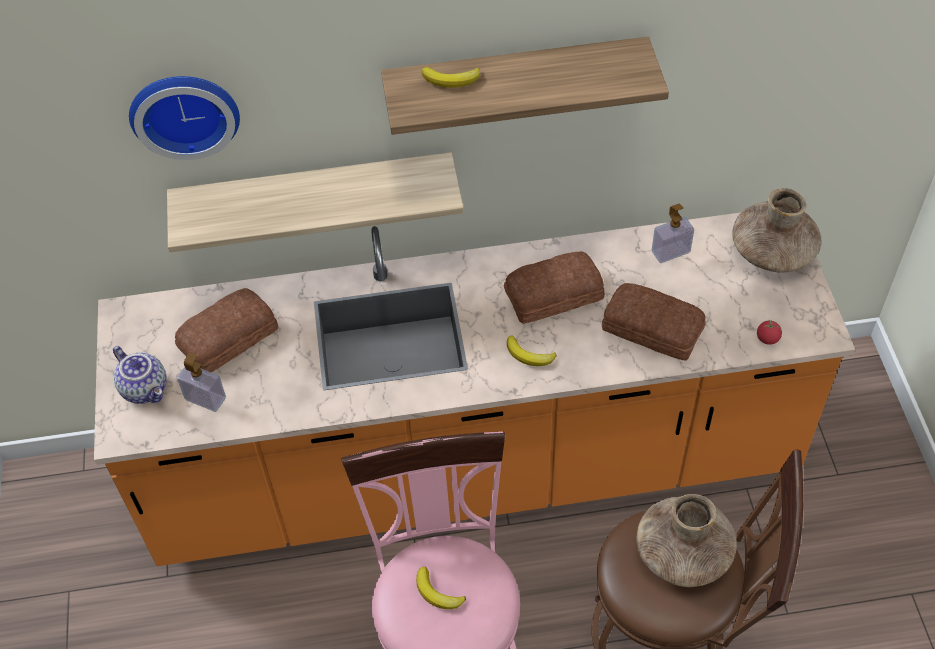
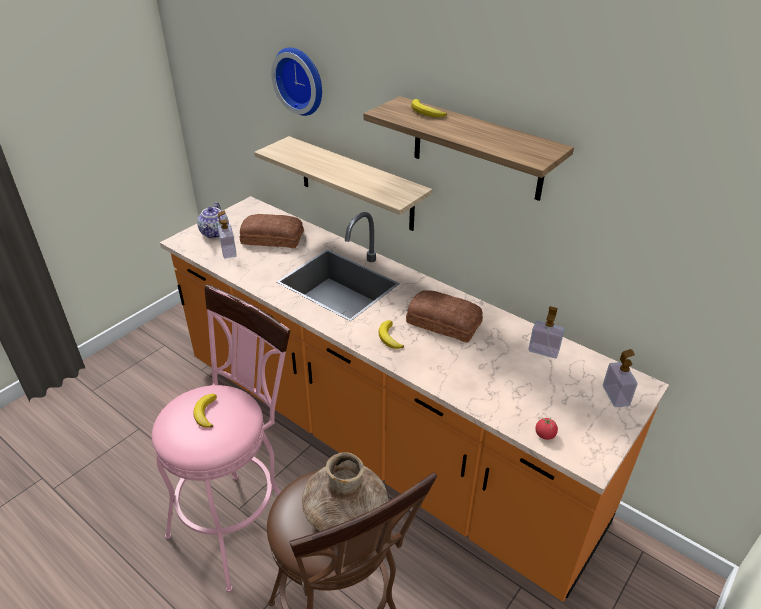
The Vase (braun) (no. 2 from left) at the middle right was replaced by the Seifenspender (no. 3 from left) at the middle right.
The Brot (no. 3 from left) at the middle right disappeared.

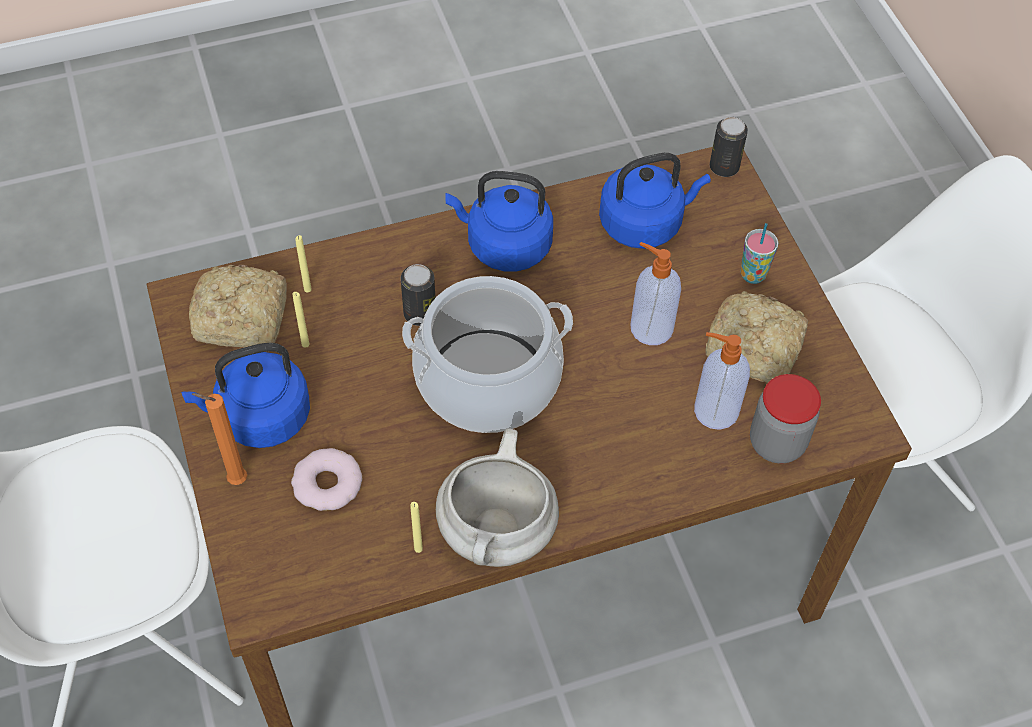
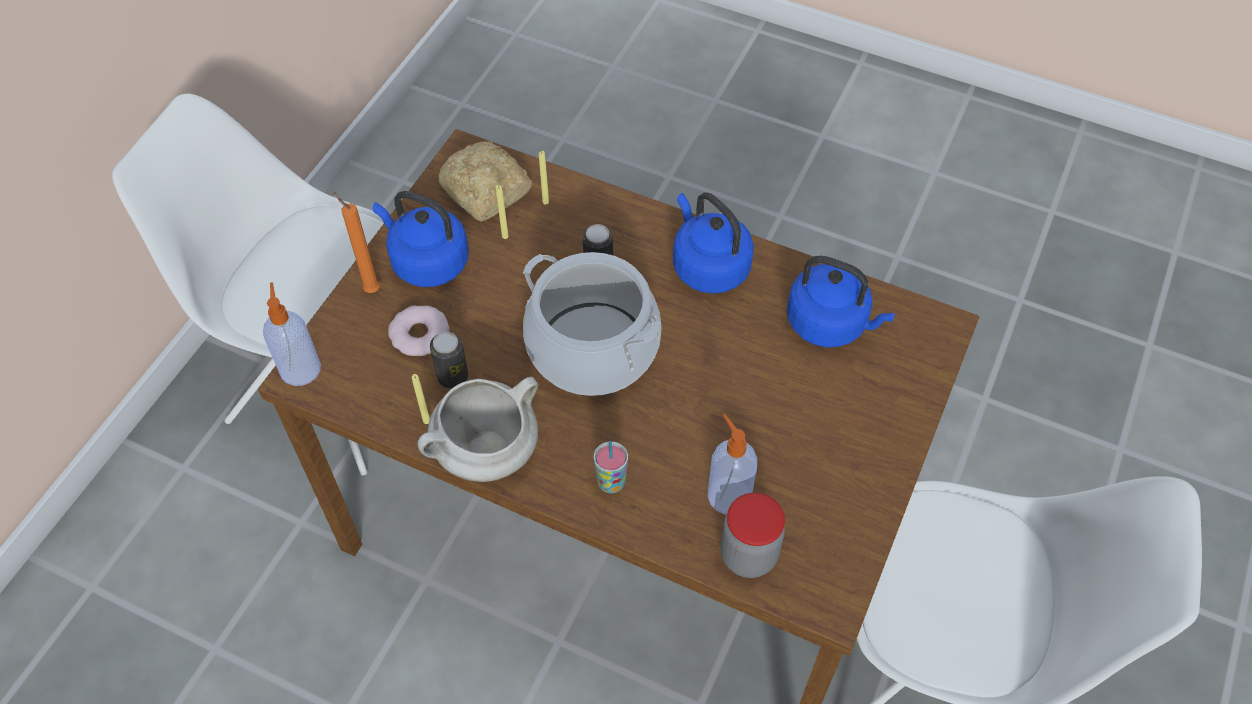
The Dose (no. 2 from left in the first image) moved from the top right to the centre.
The Tasse moved from the middle right to the centre.
The Seifenspender (no. 1 from left) moved from the centre to the middle left.
The Brot (no. 2 from left) at the middle right disappeared.

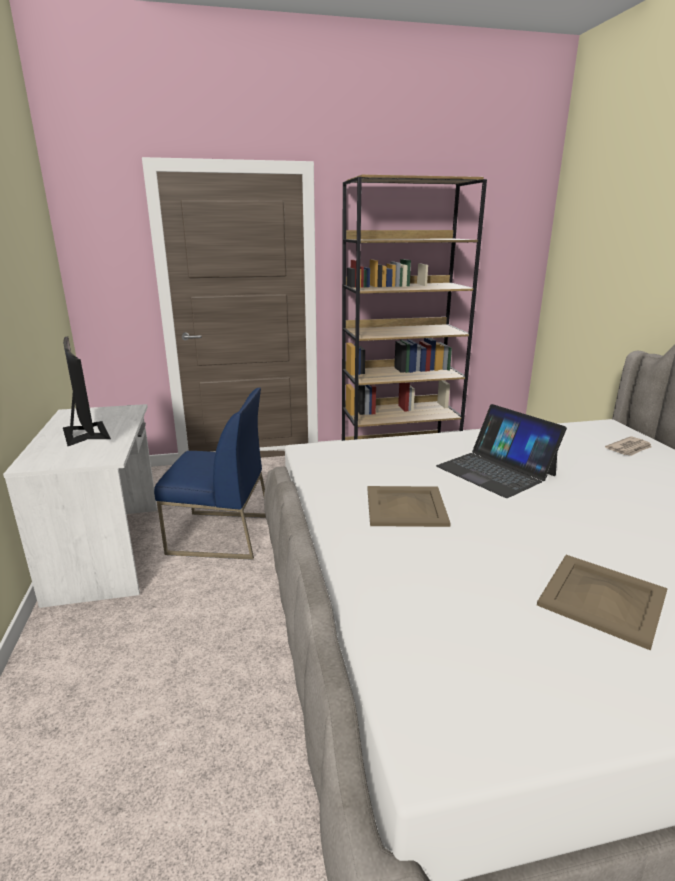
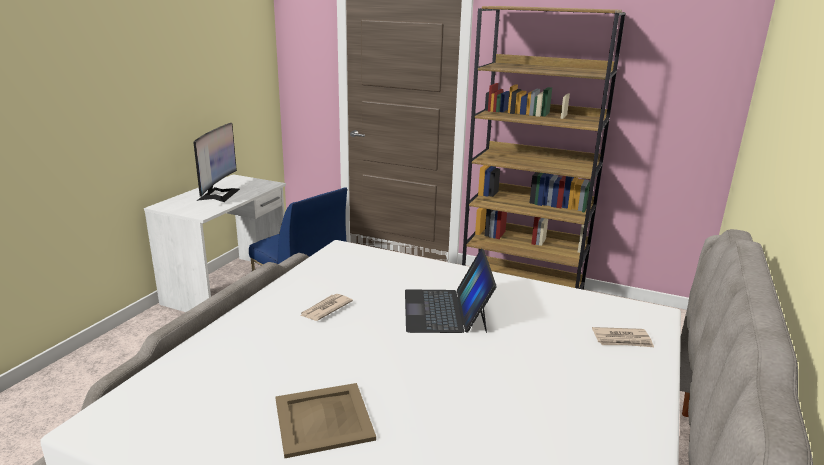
The Tablett (beige) (no. 1 from left) at the centre was replaced by the Zeitung (no. 1 from left) at the centre.

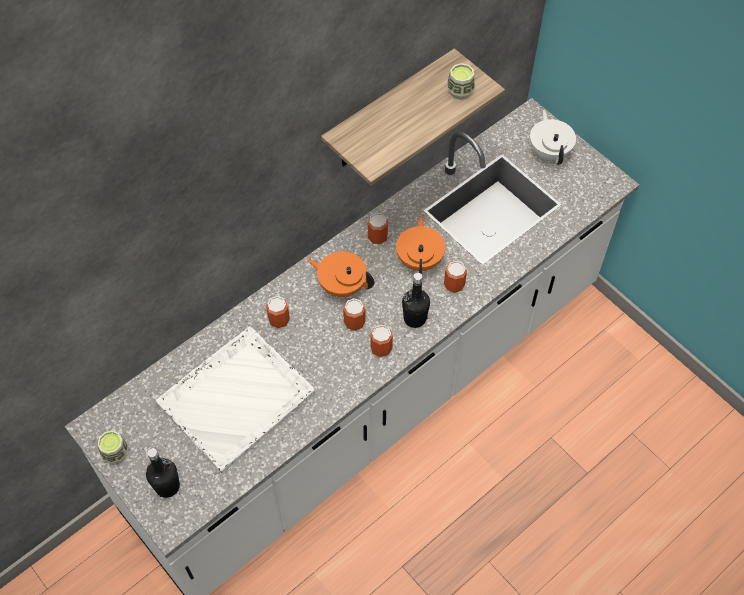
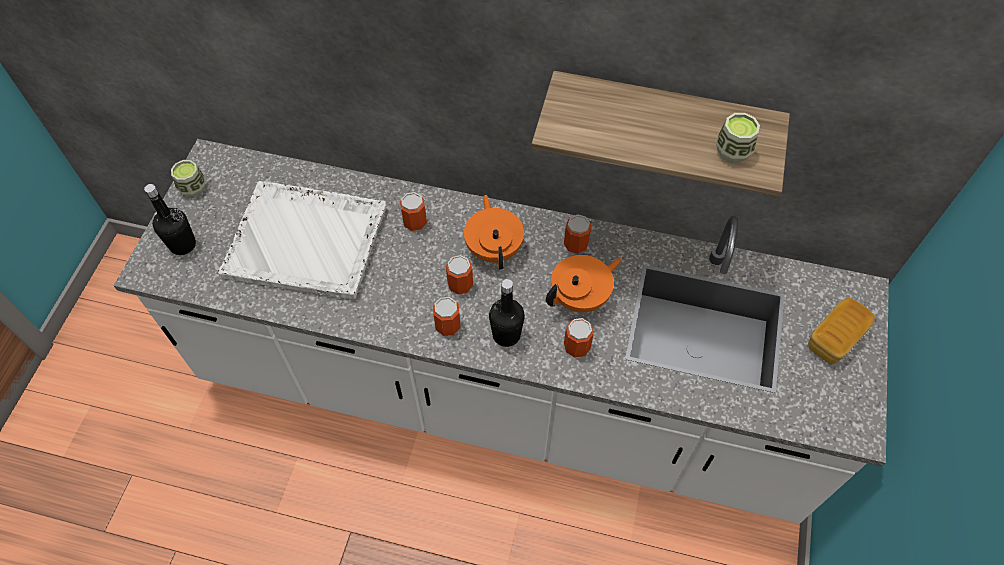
The Teekanne (weiß) at the top right was replaced by the Brot at the middle right.

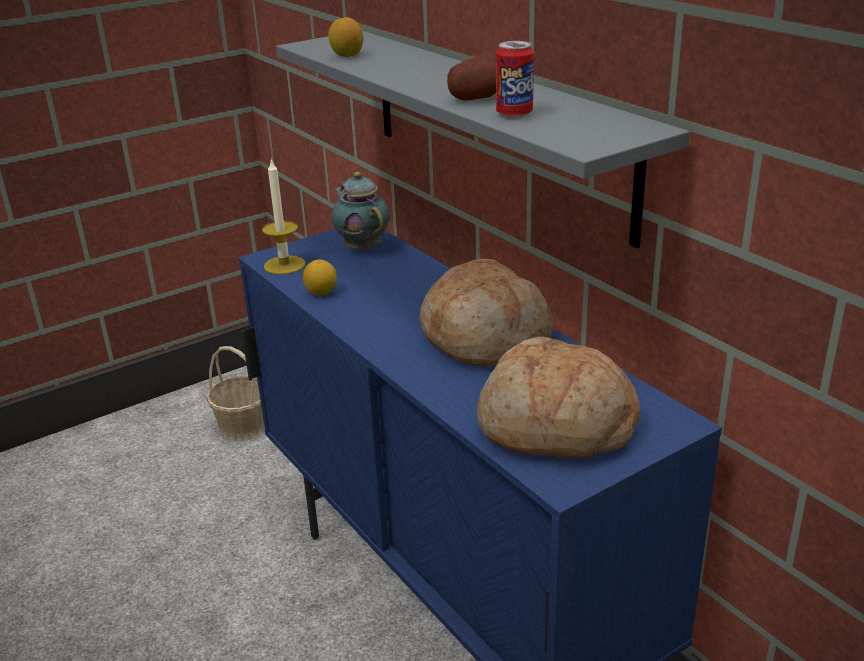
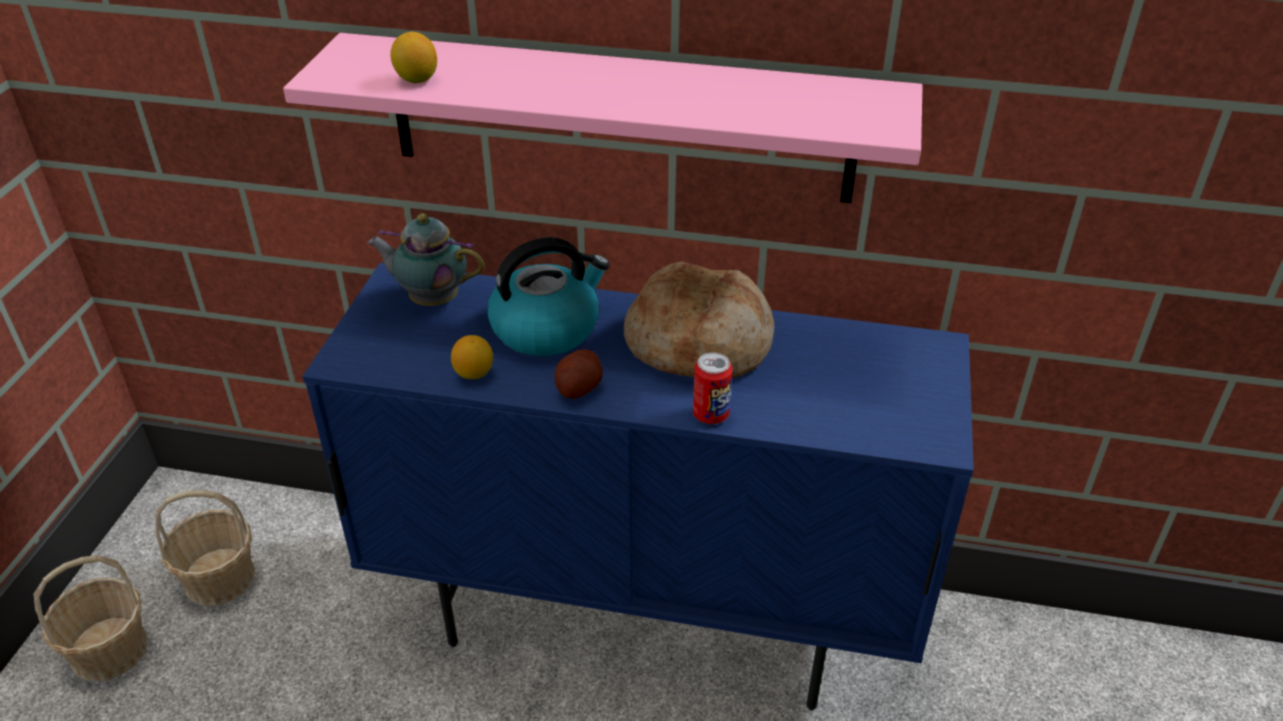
The Wandregal (grau) at the top centre became the Wandregal (rosa) at the top centre.
The Dose moved from the top centre to the centre.
The Kartoffel moved from the top centre to the centre.
The Kerze at the top left disappeared.
The Brot (no. 2 from left) at the centre disappeared.
The Wasserkessel at the centre appeared.
The Korb (no. 1 from left) at the bottom left appeared.

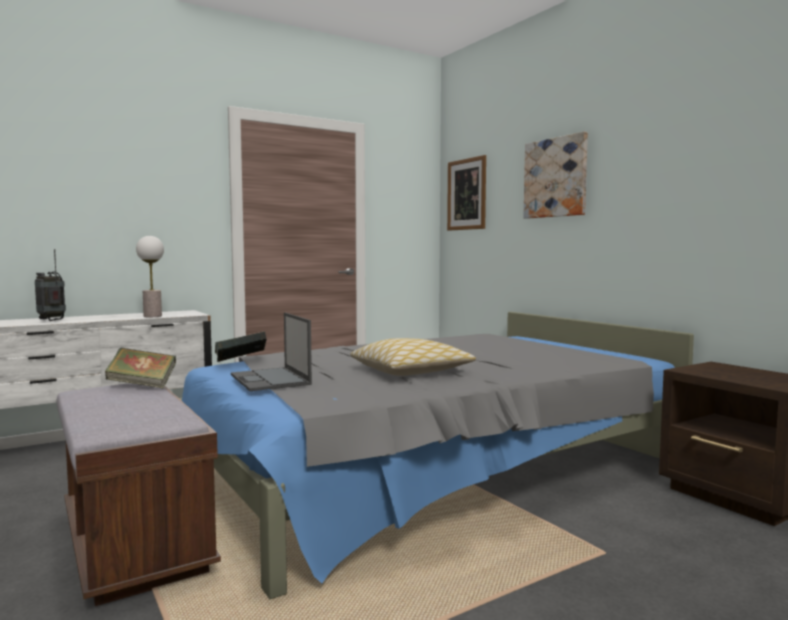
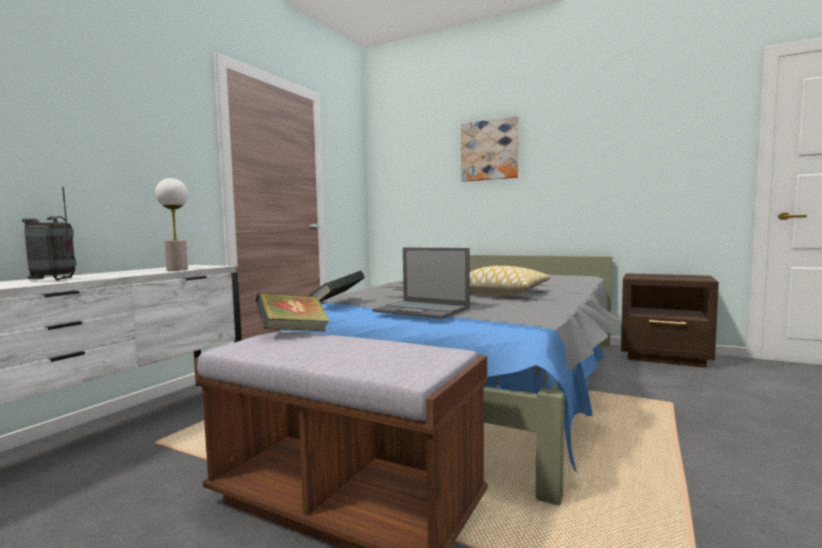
The Bild (no. 1 from left) at the top centre disappeared.

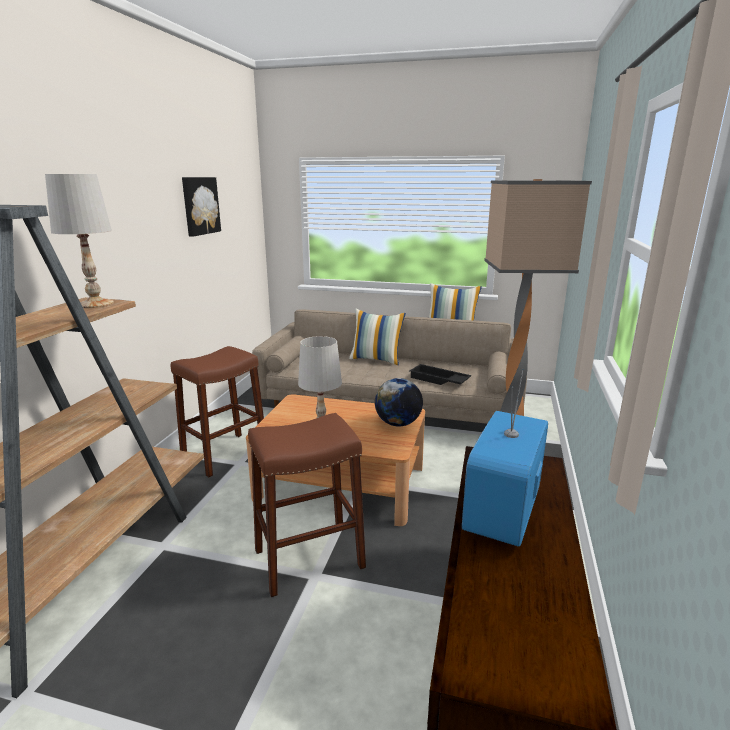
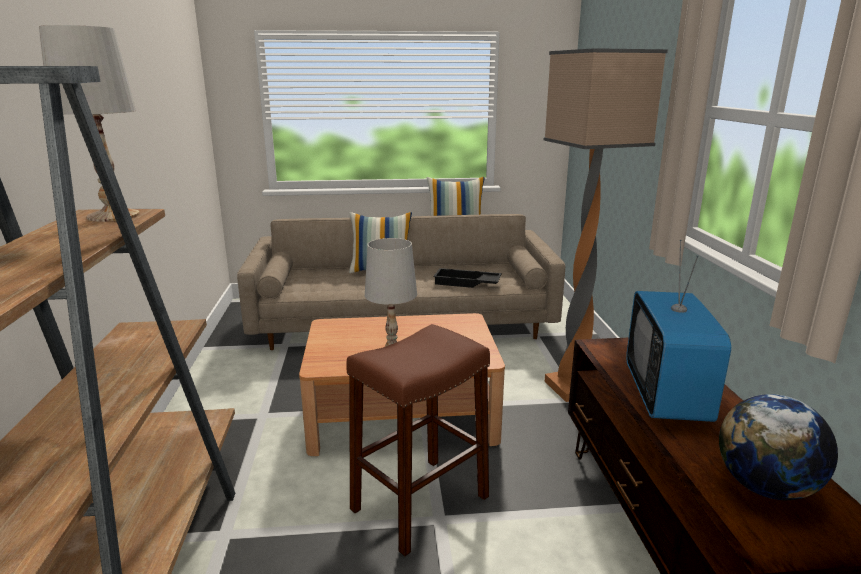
The Bild at the top left disappeared.
The Hocker (braun) (no. 1 from left) at the middle left disappeared.
The Globus moved from the centre to the bottom right.

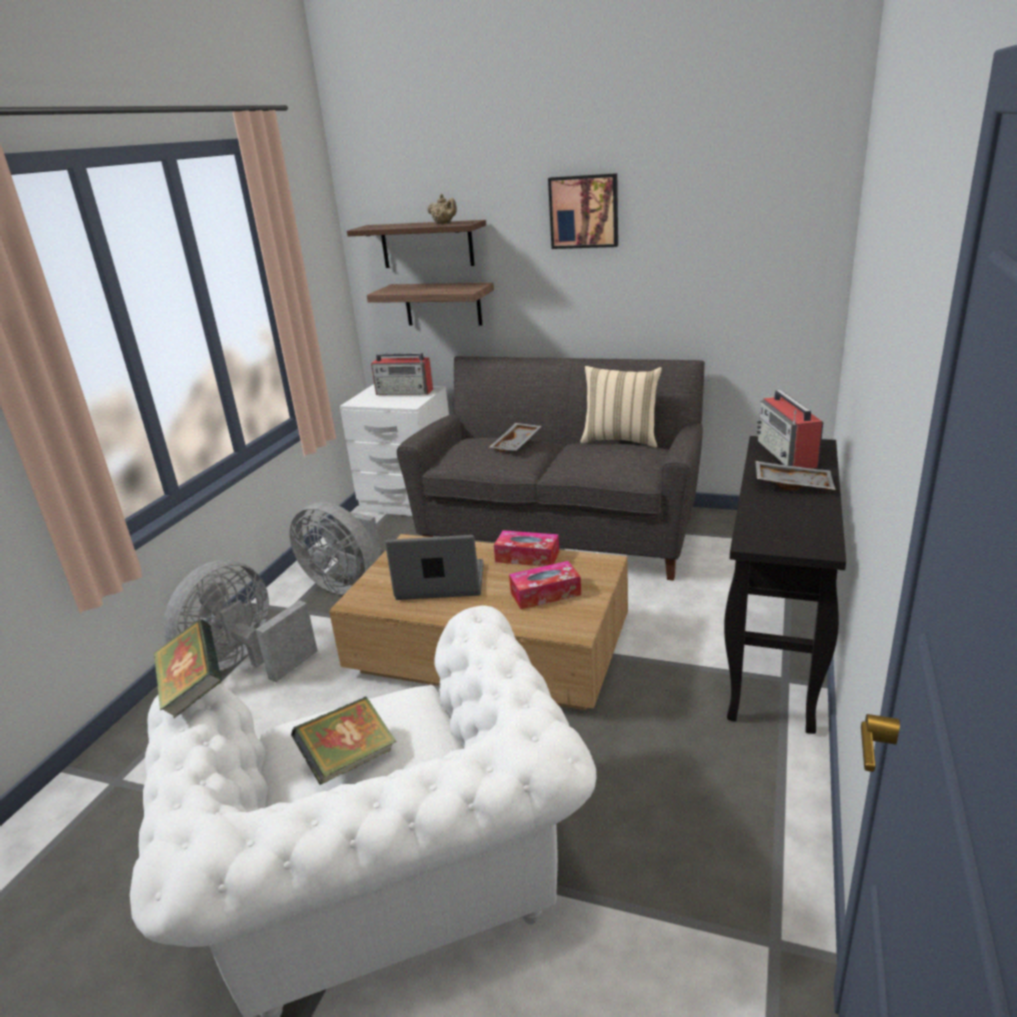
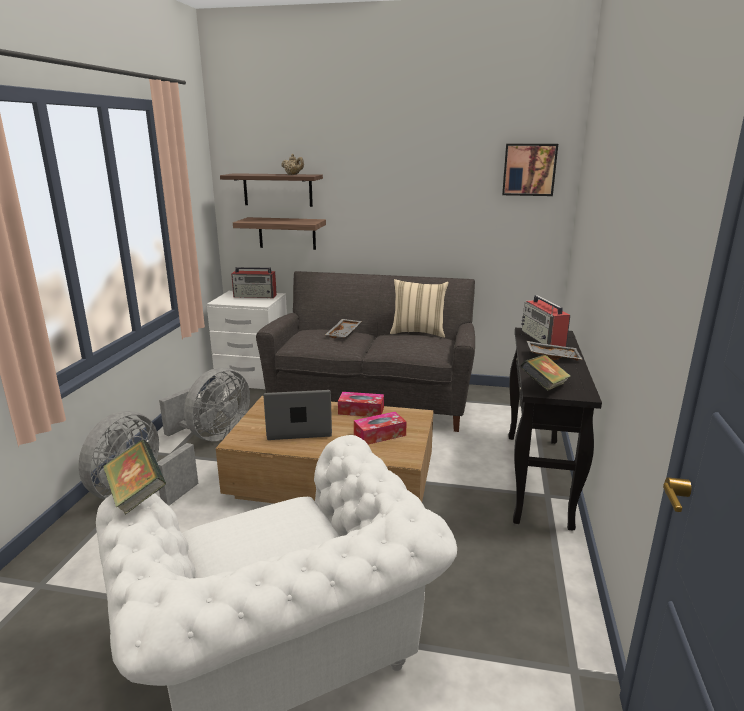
The Bild moved from the top centre to the top right.
The Ventilator (grau) (no. 2 from left) at the middle left turned 75 degrees counterclockwise.
The Buch (no. 2 from left) moved from the bottom centre to the middle right.

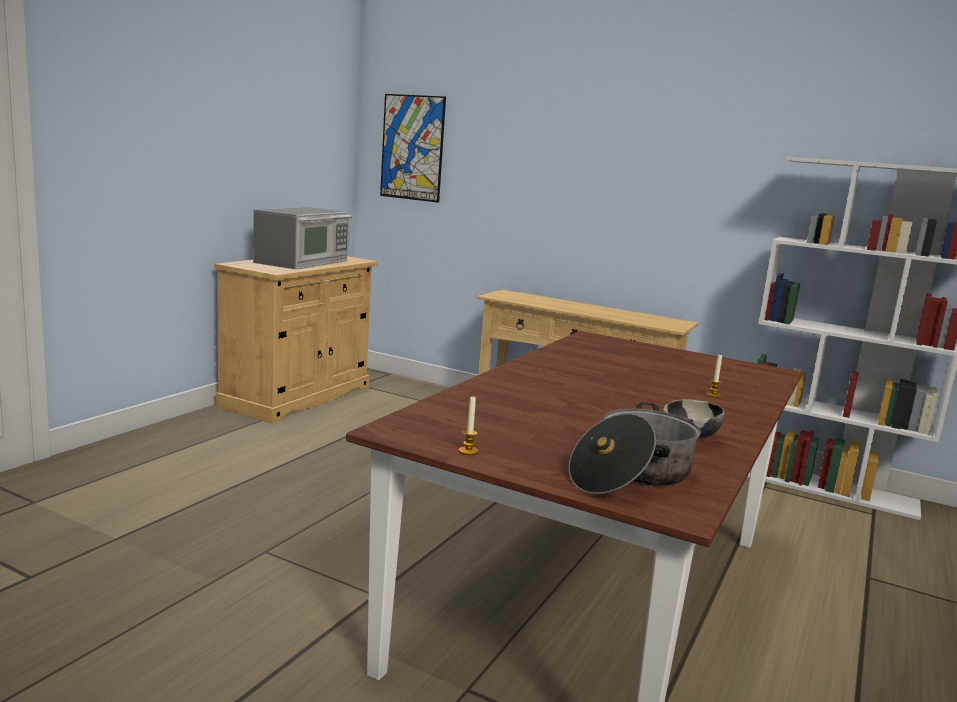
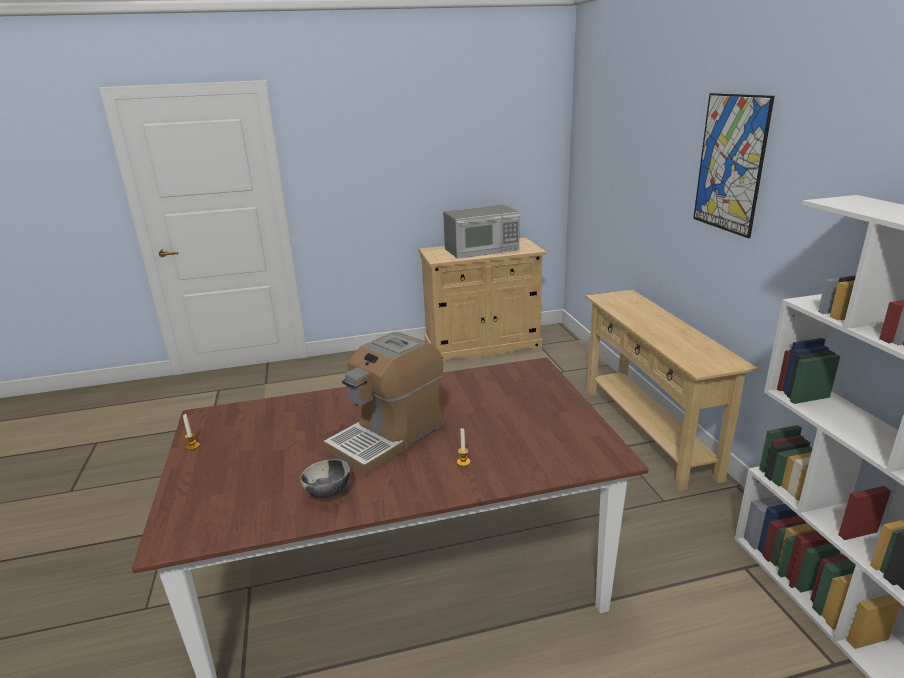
The Bild moved from the top centre to the top right.
The Kochtopf at the centre disappeared.
The Kaffeemaschine at the centre appeared.

